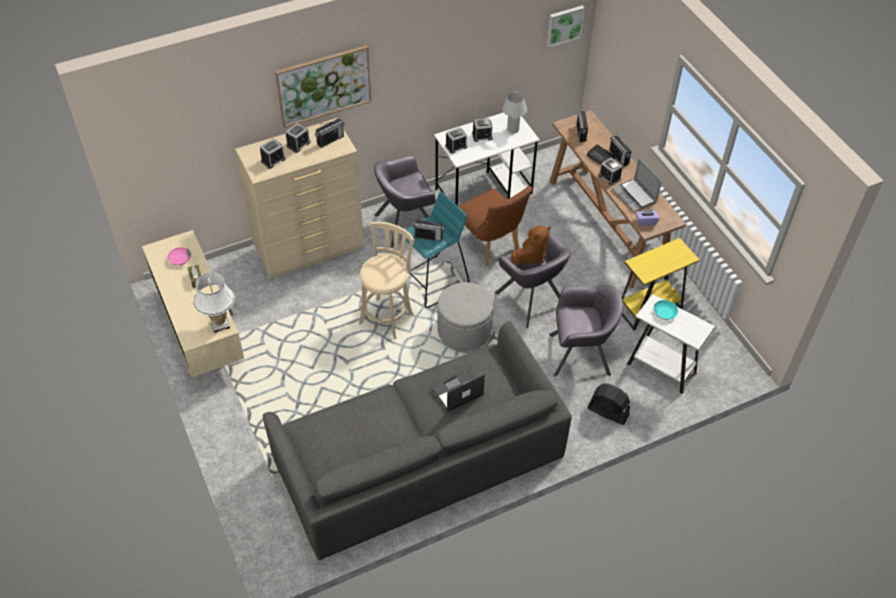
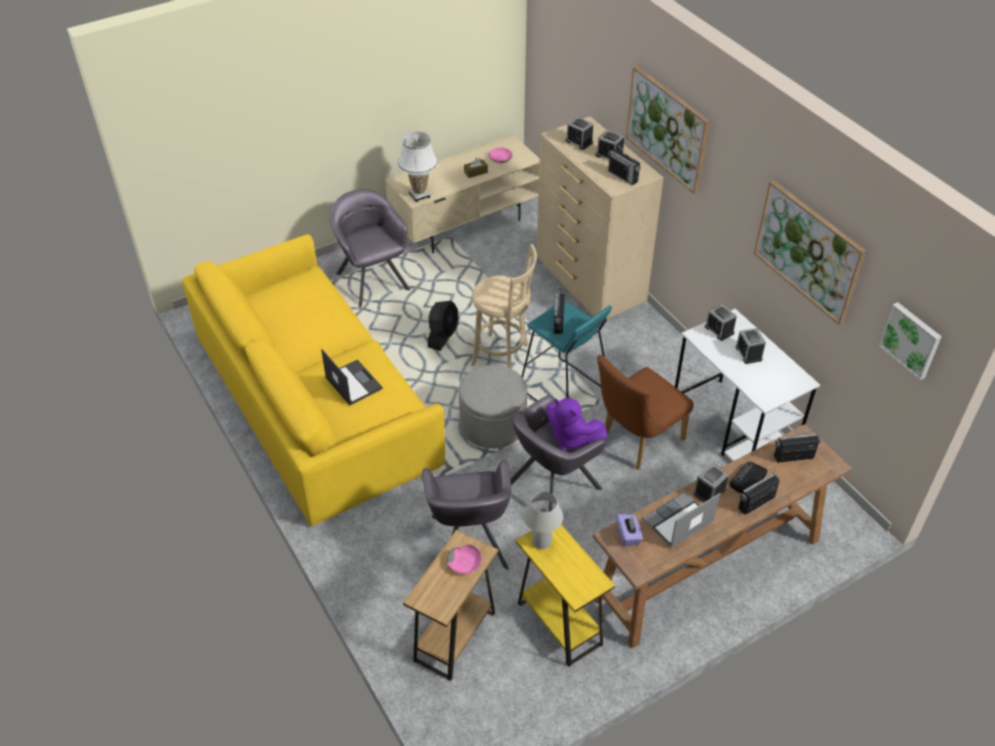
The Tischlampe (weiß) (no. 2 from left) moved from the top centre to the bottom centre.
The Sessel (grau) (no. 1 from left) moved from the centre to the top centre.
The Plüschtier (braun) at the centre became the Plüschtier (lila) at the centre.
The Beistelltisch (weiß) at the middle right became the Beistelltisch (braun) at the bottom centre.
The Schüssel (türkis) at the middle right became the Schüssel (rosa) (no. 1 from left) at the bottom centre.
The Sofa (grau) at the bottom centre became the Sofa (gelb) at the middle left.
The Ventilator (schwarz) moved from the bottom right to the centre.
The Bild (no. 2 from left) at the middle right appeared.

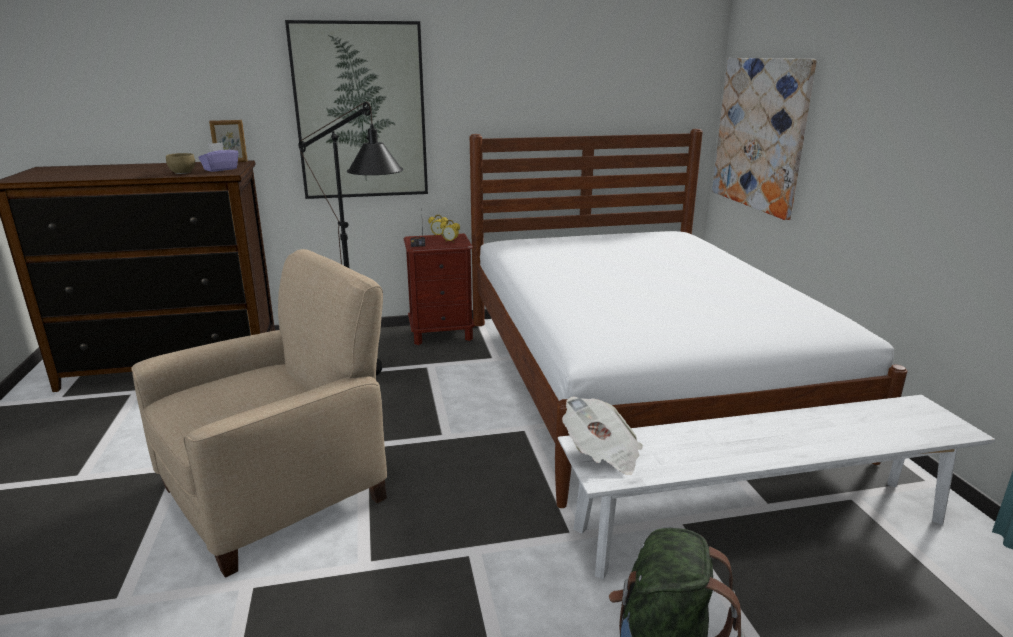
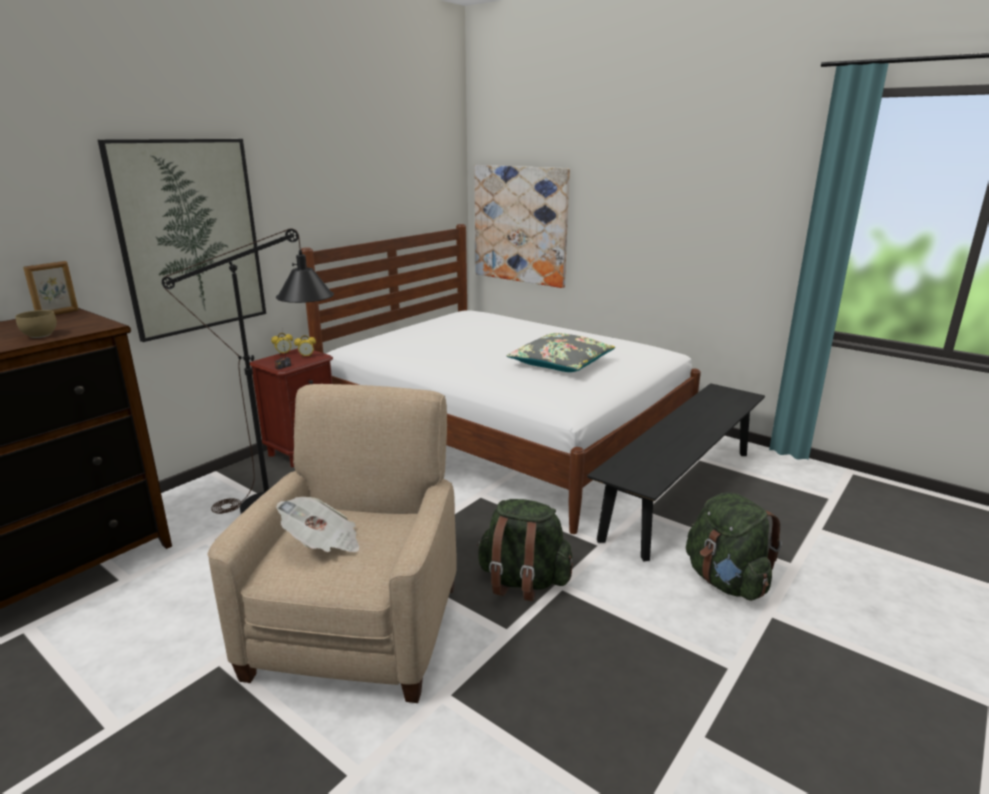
The Taschentuchbox (lila) at the top left disappeared.
The Bank (weiß) at the bottom right became the Bank (schwarz) at the middle right.
The Zeitung moved from the bottom centre to the middle left.
The Kissen (grau) at the centre appeared.
The Rucksack (grün) (no. 1 from left) at the bottom centre appeared.

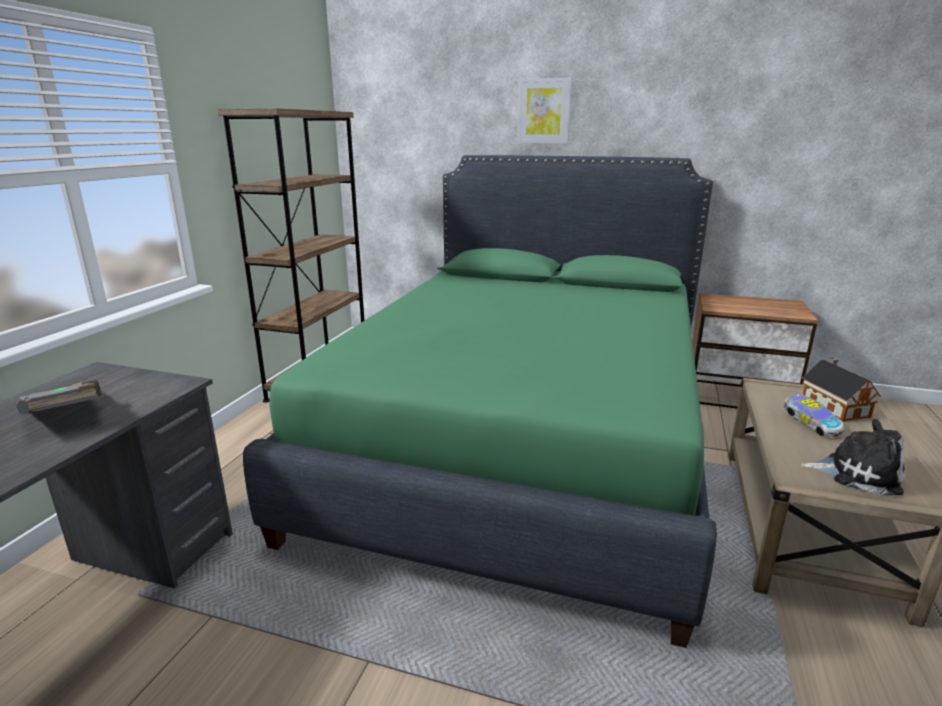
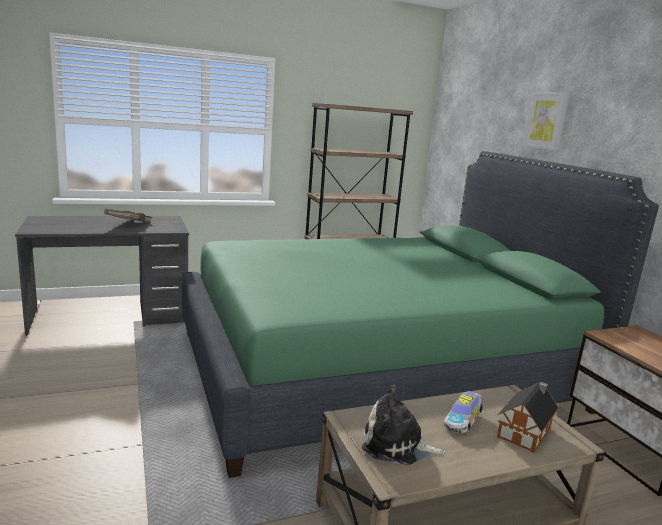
The Plüschtier at the middle right turned 120 degrees clockwise.

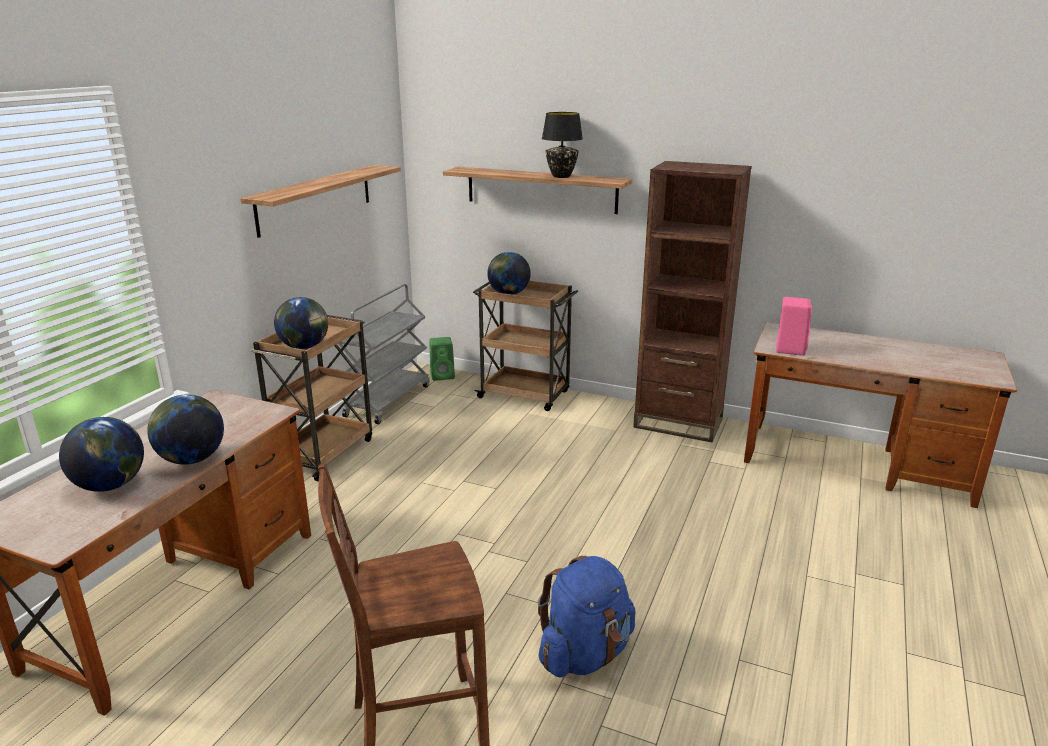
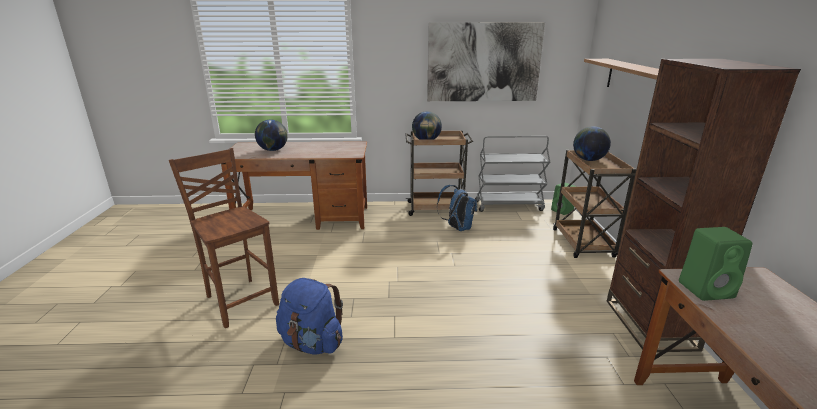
The Tischlampe (schwarz) at the top centre disappeared.
The Wandregal (no. 1 from left) at the top left was replaced by the Bild at the top centre.
The Lautsprecher (rosa) at the middle right became the Lautsprecher (grün) (no. 2 from left) at the middle right.
The Globus (no. 2 from left) at the middle left disappeared.
The Rucksack (blau) (no. 2 from left) at the centre appeared.

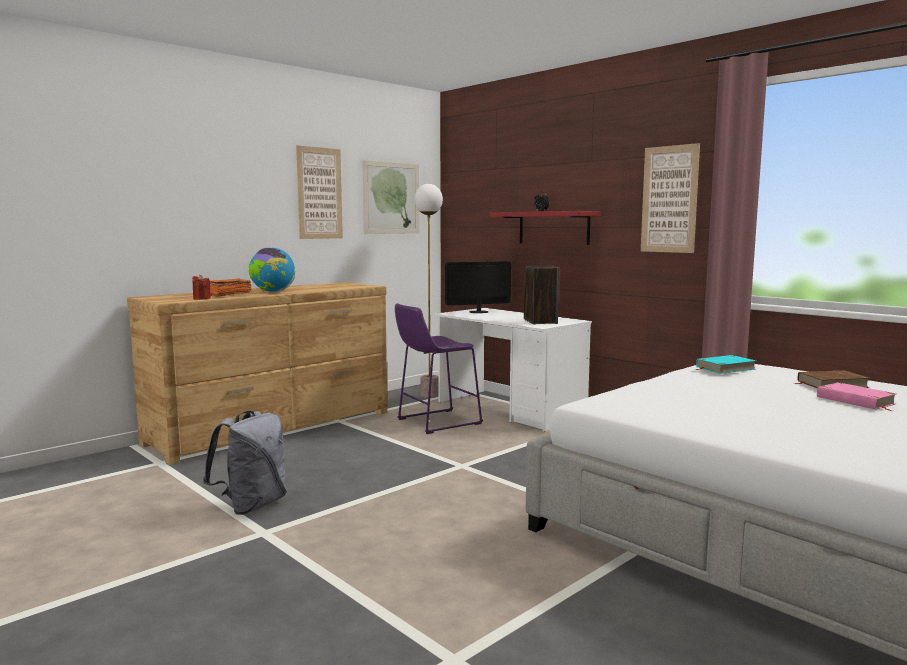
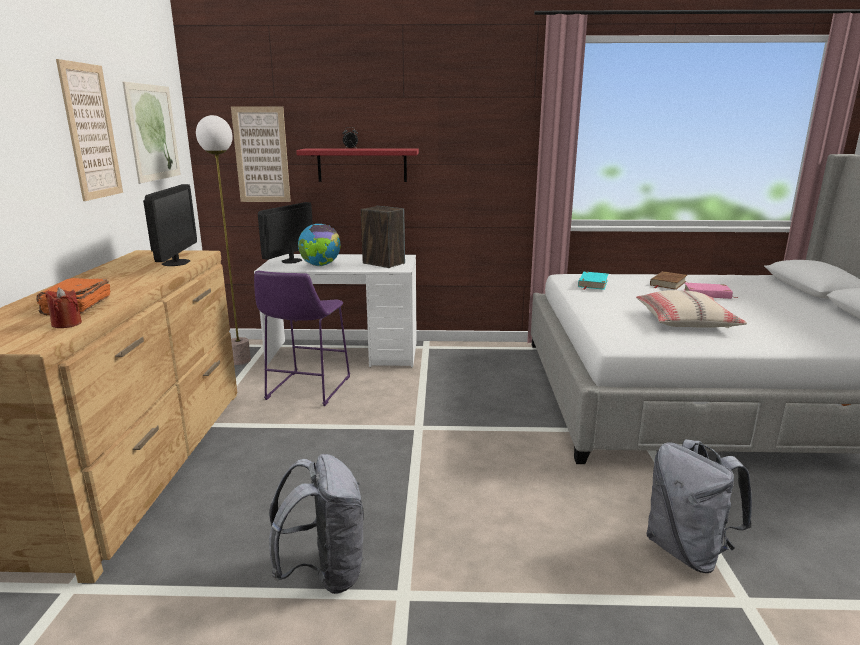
The Bild (no. 3 from left) moved from the top right to the top left.
The Globus moved from the middle left to the centre.
The Monitor (no. 1 from left) at the middle left appeared.
The Kissen (beige) at the middle right appeared.
The Rucksack (grau) (no. 2 from left) at the bottom right appeared.

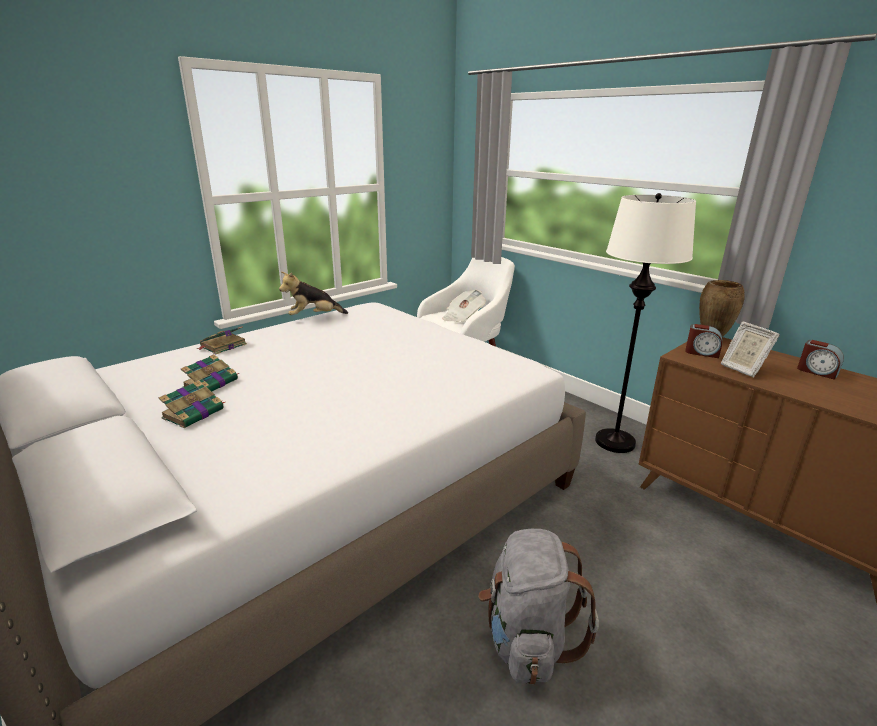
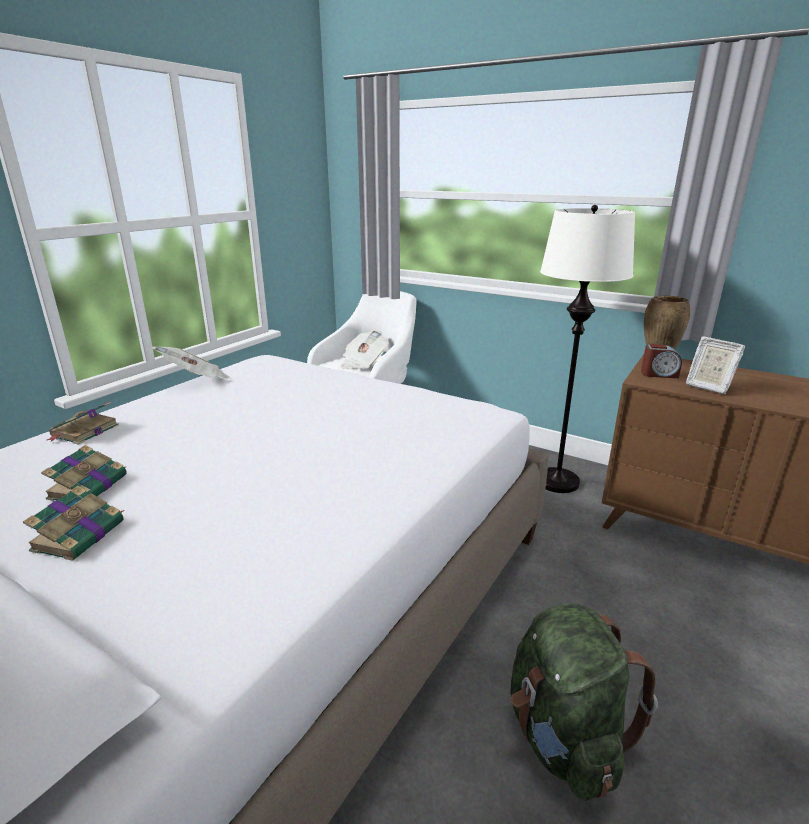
The Plüschtier at the centre was replaced by the Zeitung (no. 1 from left) at the middle left.
The Wecker (no. 2 from left) at the middle right disappeared.
The Rucksack (grau) at the bottom centre became the Rucksack (grün) at the bottom right.

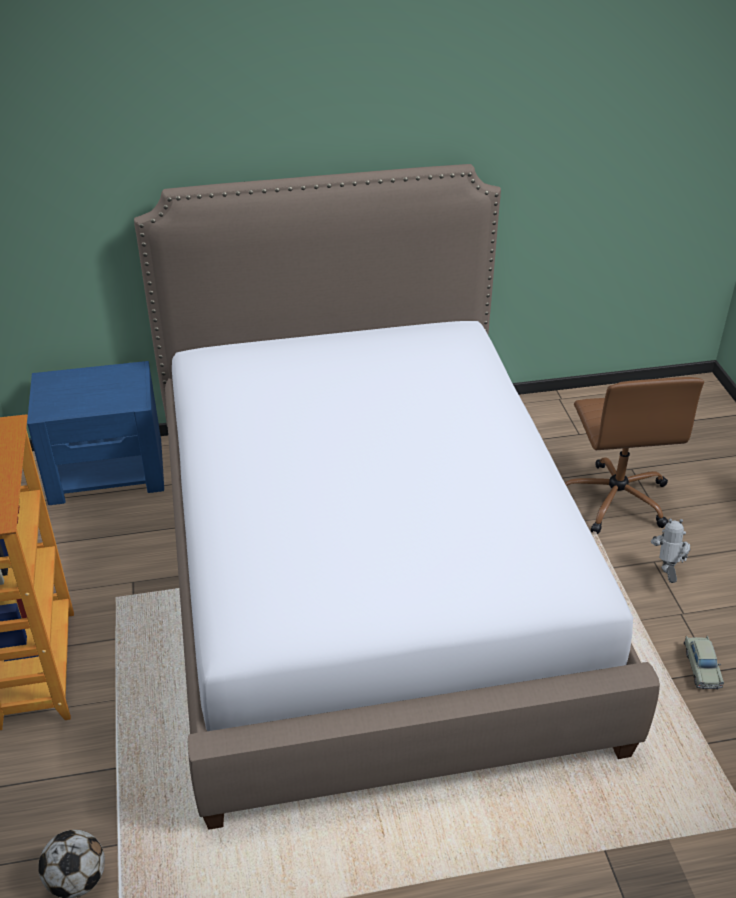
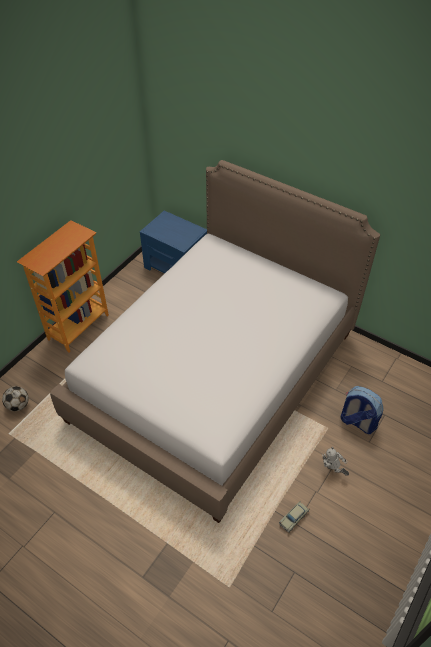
The Bürostuhl (braun) at the middle right was replaced by the Rucksack at the middle right.
The Spielzeugroboter at the middle right turned 105 degrees counterclockwise.

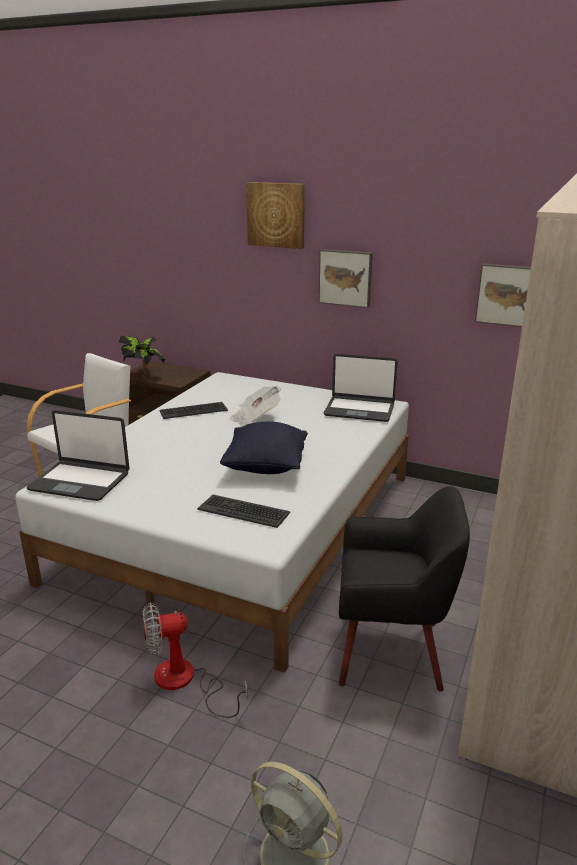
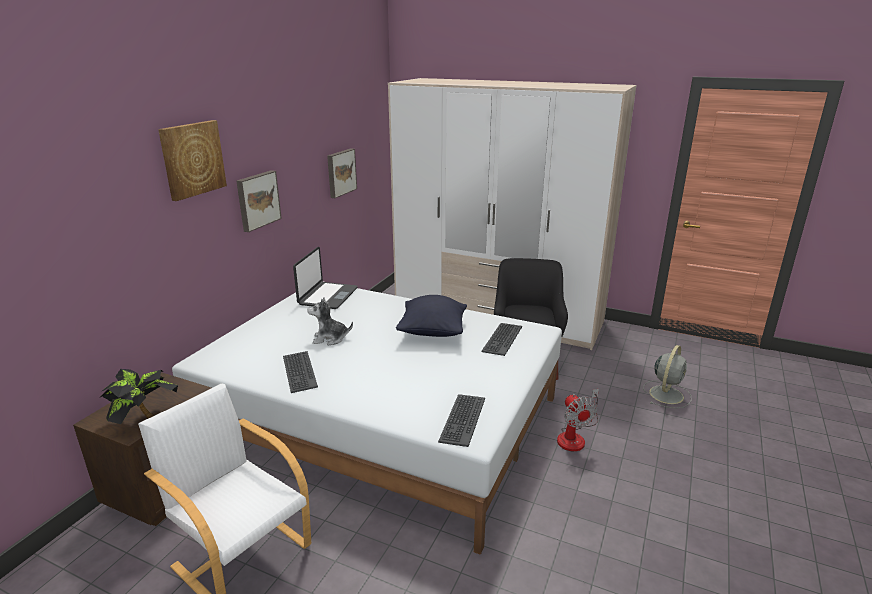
The Zeitung at the centre was replaced by the Plüschtier at the centre.
The Laptop (no. 1 from left) at the middle left was replaced by the Tastatur (no. 2 from left) at the bottom centre.

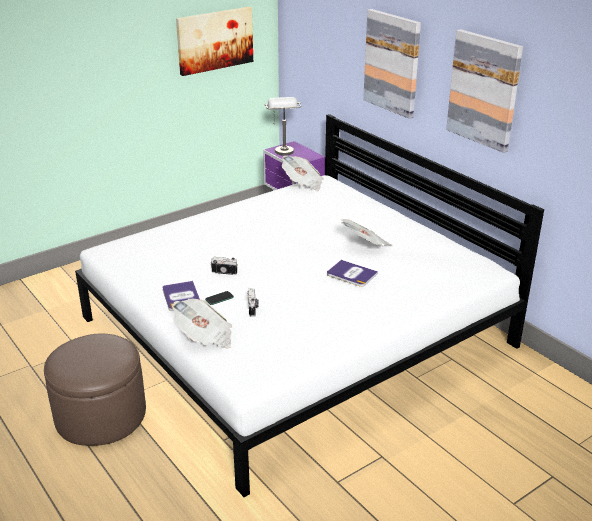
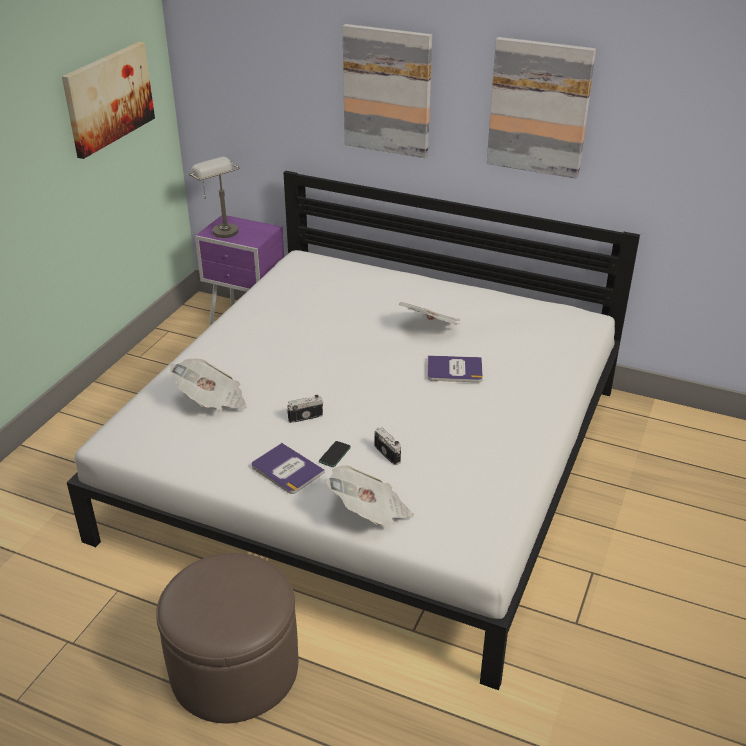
The Zeitung (no. 2 from left in the first image) moved from the top centre to the middle left.

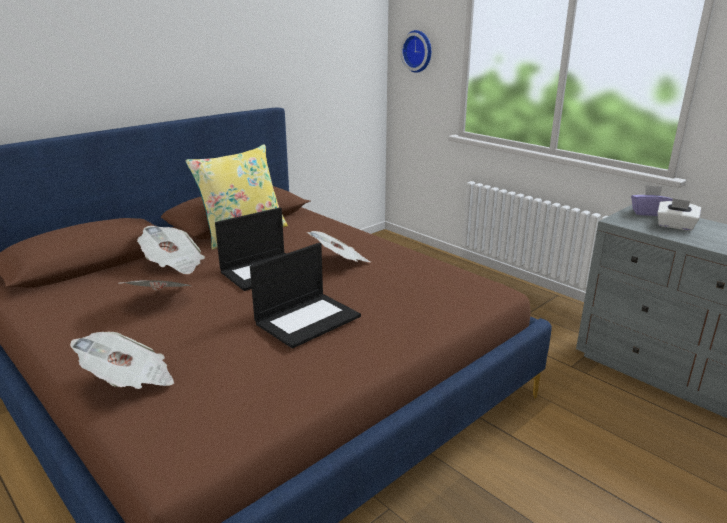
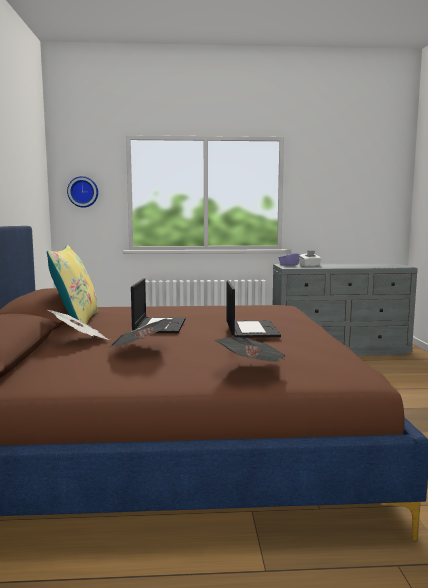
The Zeitung (no. 4 from left) at the centre disappeared.

